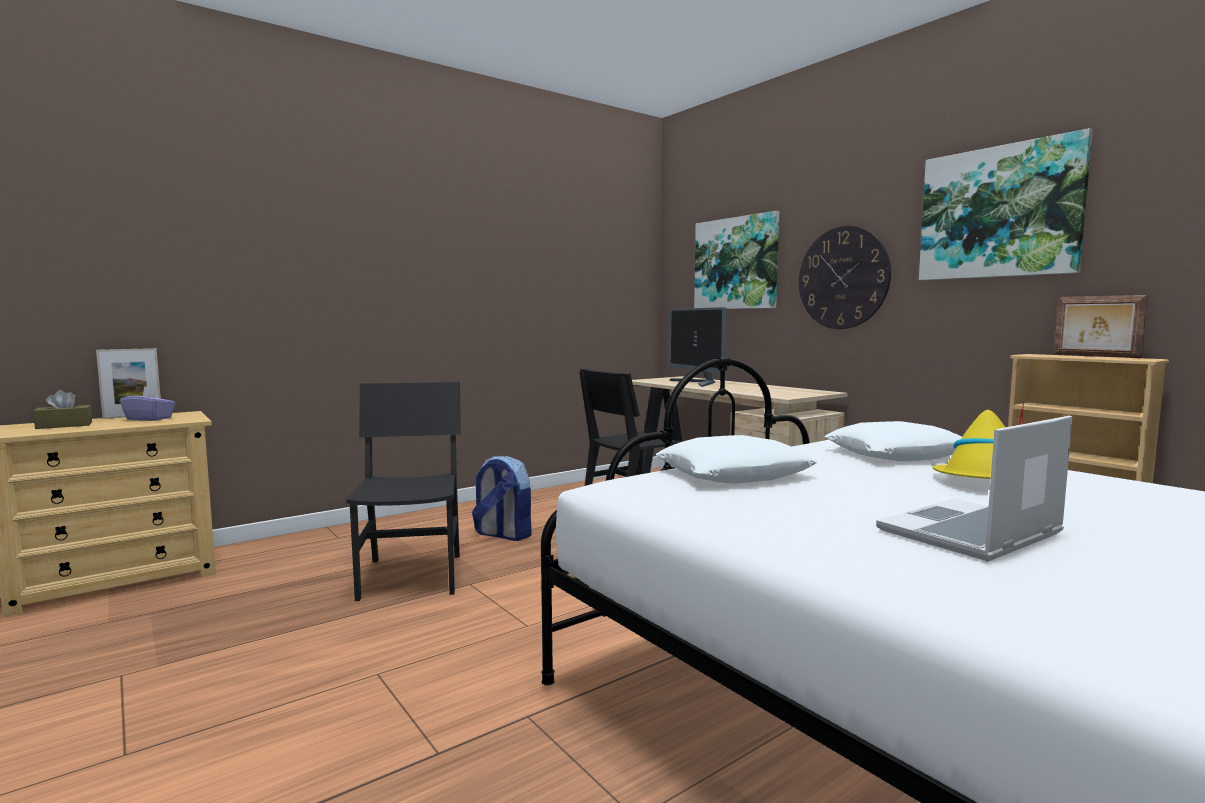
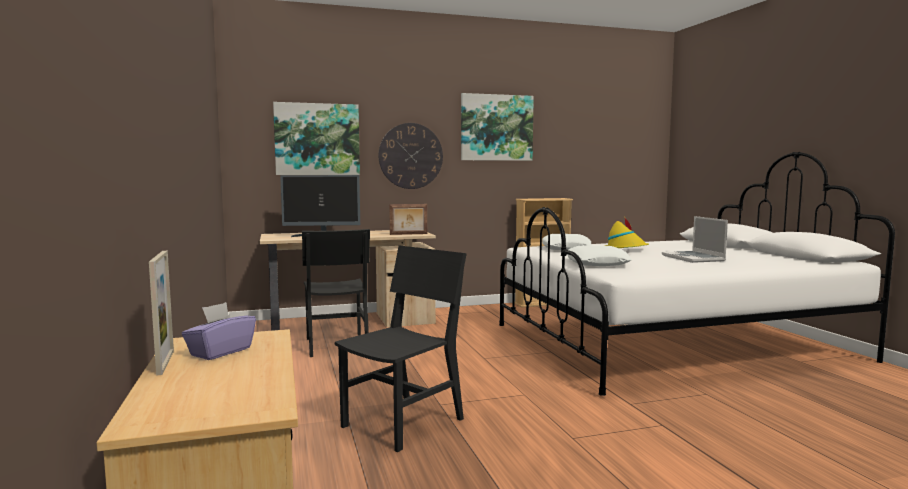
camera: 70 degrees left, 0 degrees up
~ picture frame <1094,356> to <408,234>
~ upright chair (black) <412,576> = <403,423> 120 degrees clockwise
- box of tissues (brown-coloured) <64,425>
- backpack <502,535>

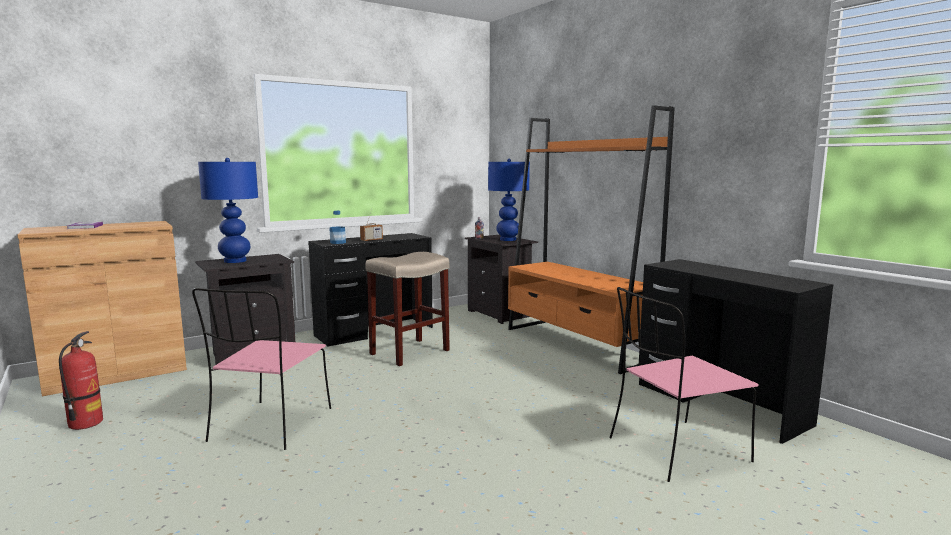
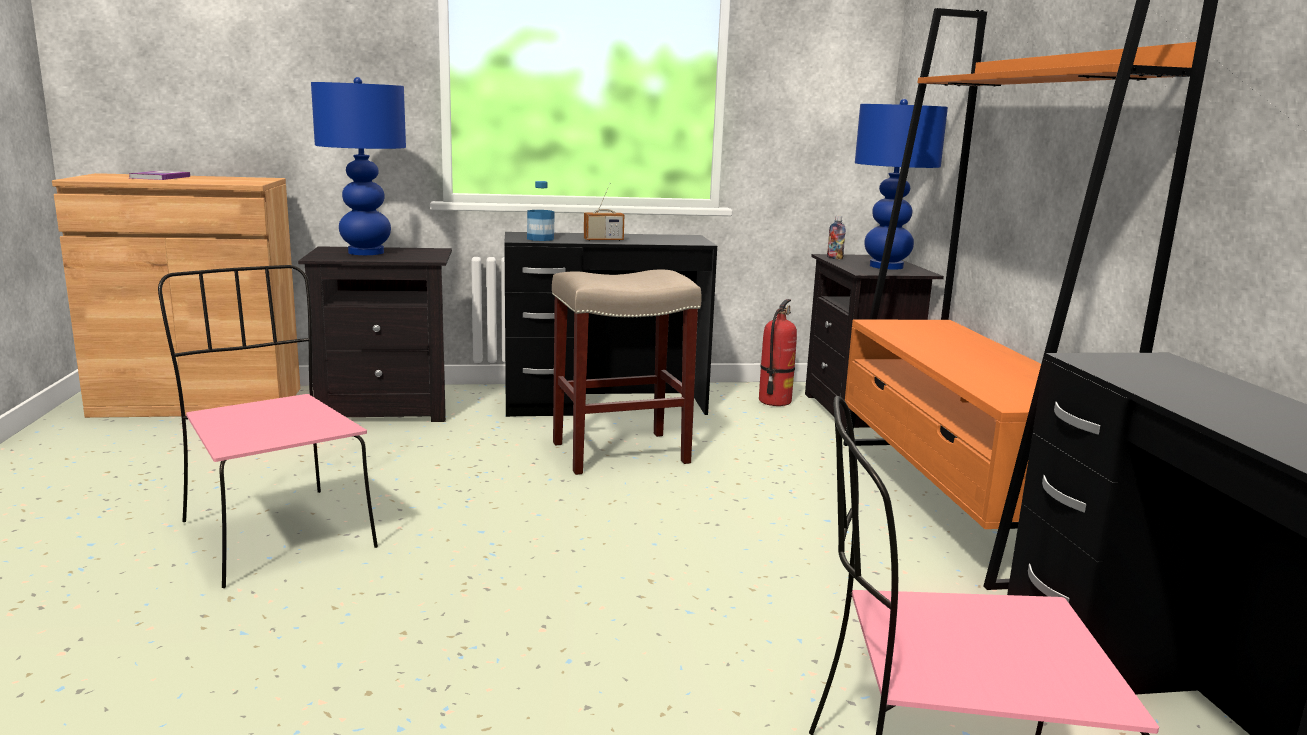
camera: 25 degrees right, 5 degrees up
~ upright chair (pink-coloured) <270,426> = <275,533> 105 degrees clockwise
~ fire-fighting cylinder <85,423> to <774,401>

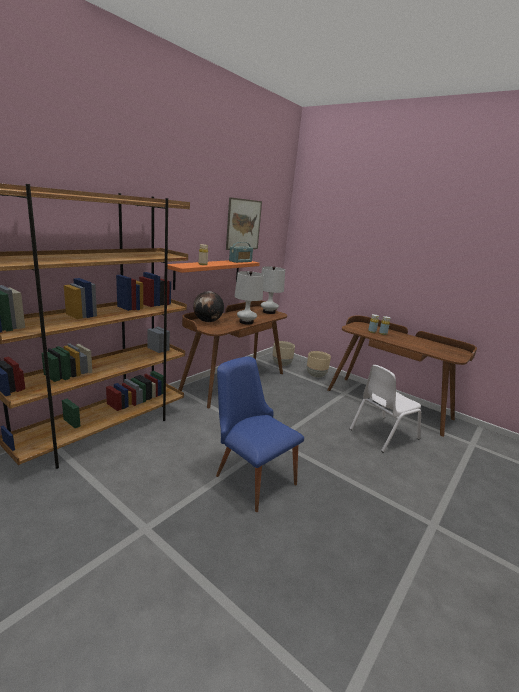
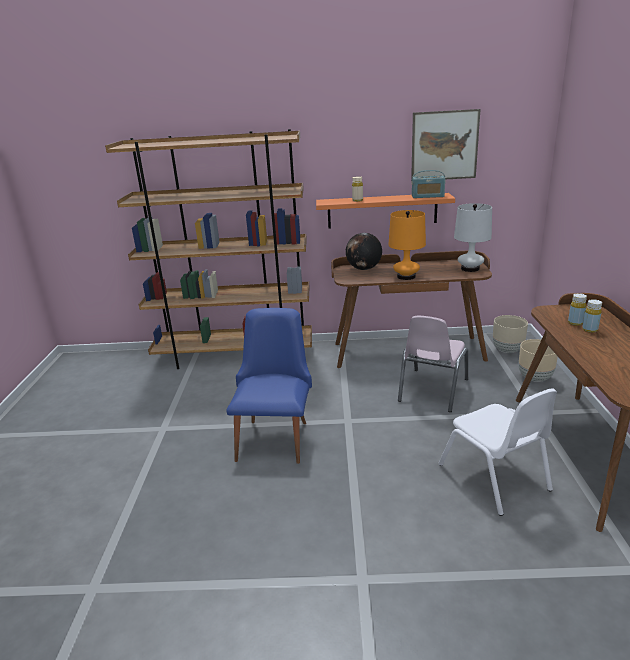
camera: 55 degrees right, 5 degrees up
~ table lamp (white-coloured) <246,322> to table lamp (orange) <406,276>
~ upright chair (white-coloured) <383,434> = <494,477> 135 degrees counterclockwise
+ upright chair (pink-coloured) <432,390>

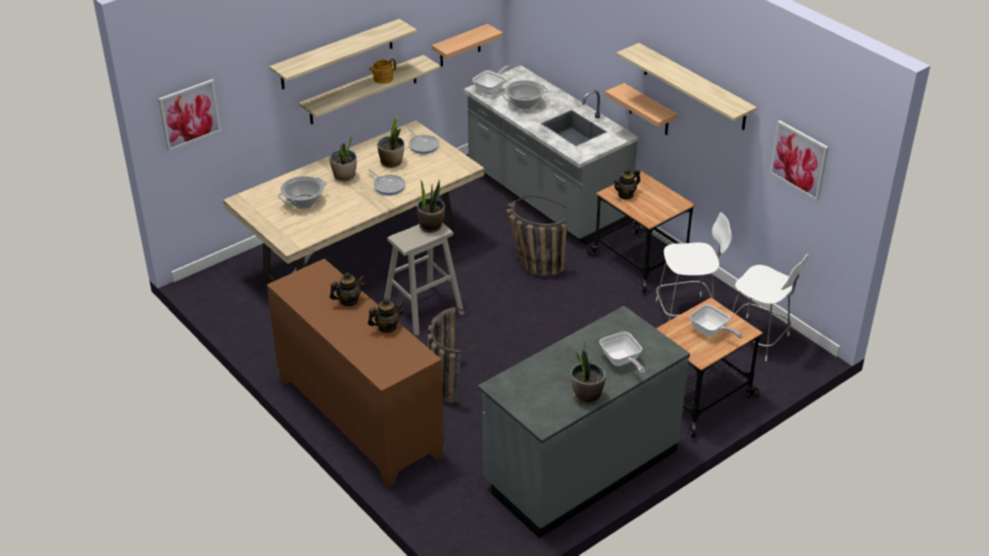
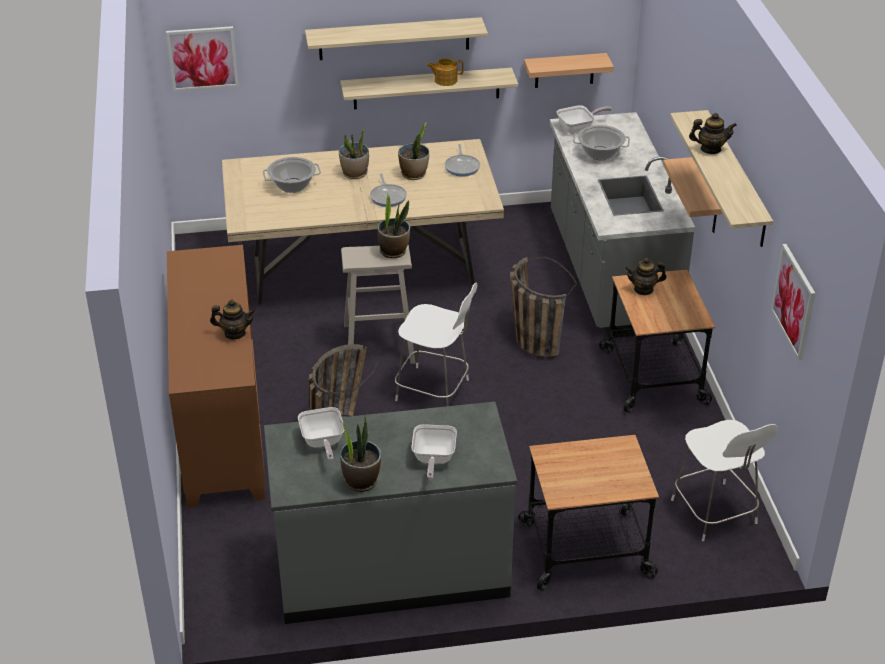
camera: 30 degrees right, 0 degrees up
~ upright chair (white-coloured) <687,312> to <435,391>
~ pot for tea <349,301> to <710,149>
~ frying pan <711,332> to <322,443>

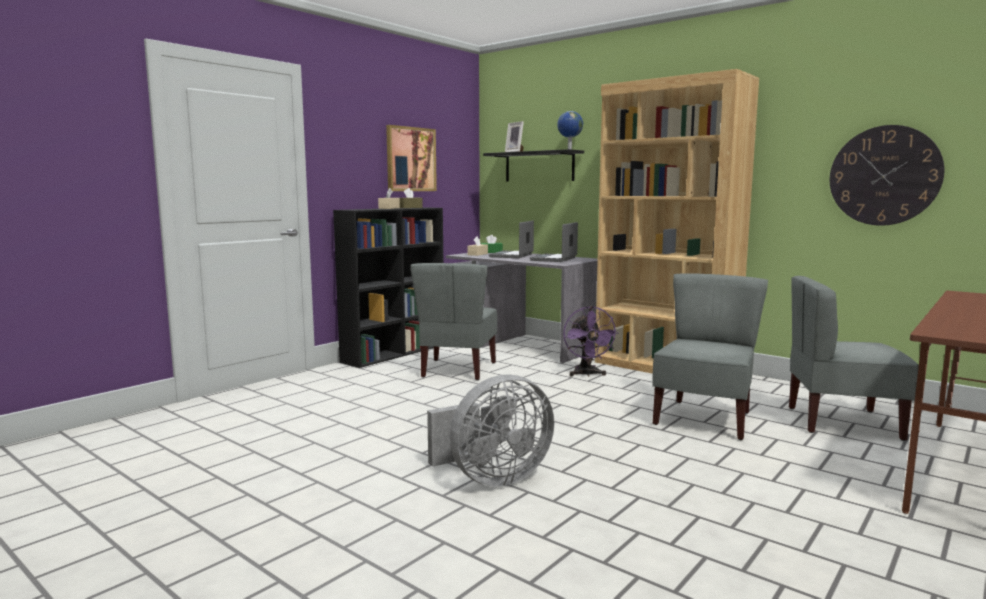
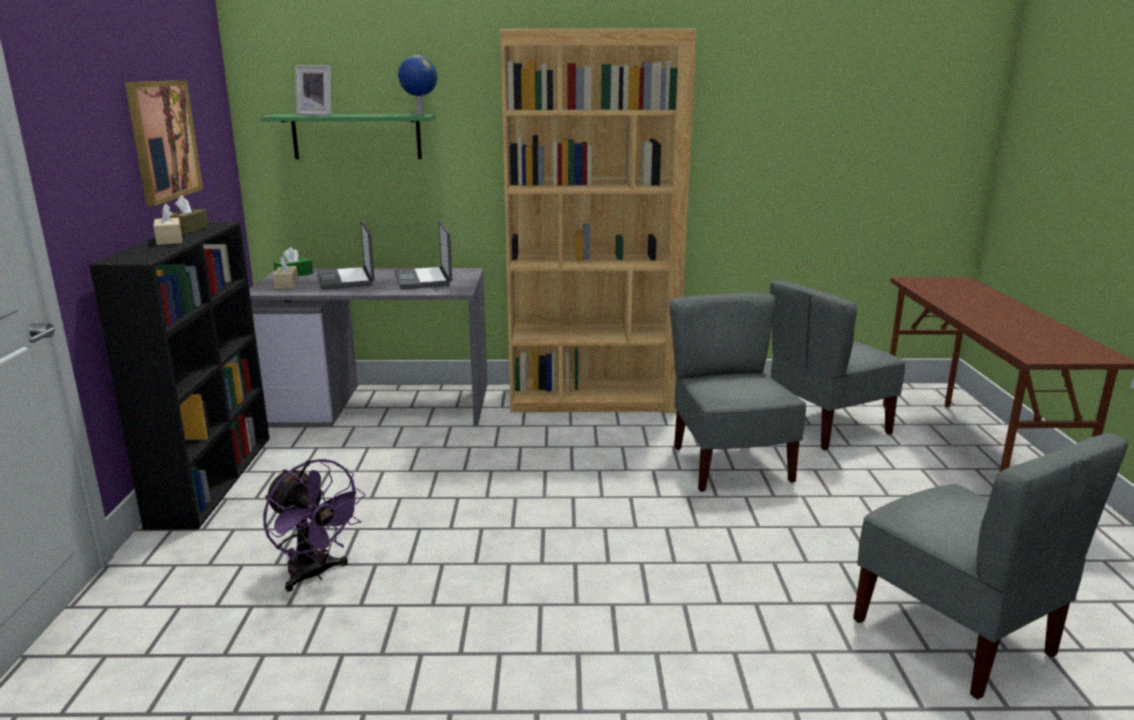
camera: 40 degrees left, 10 degrees up
- clock on the wall <884,175>
~ wall shelf (black) <539,166> to wall shelf (green) <356,136>
~ upright chair (greyish) <457,370> to <955,637>
~ cooling fan (purplish) <587,374> to <315,574>
- cooling fan (greyish) <492,478>

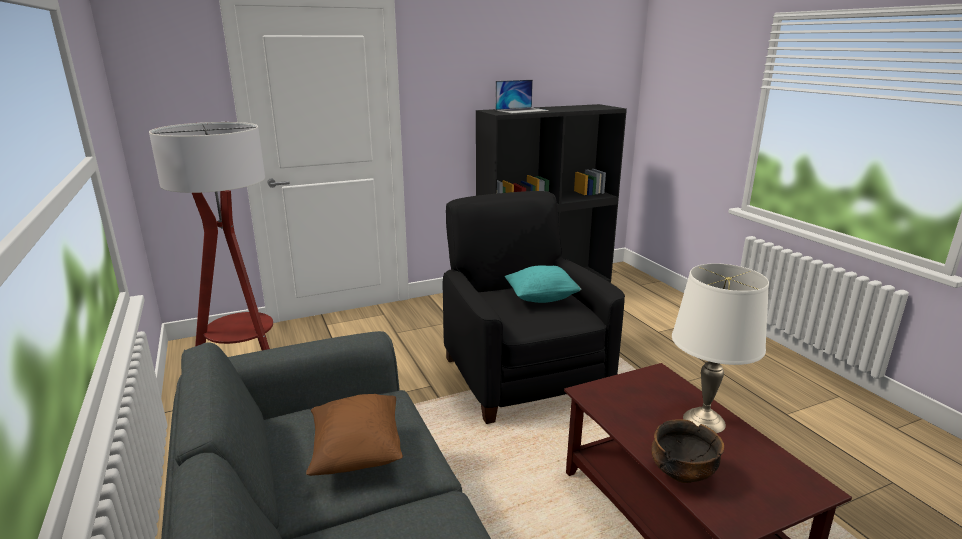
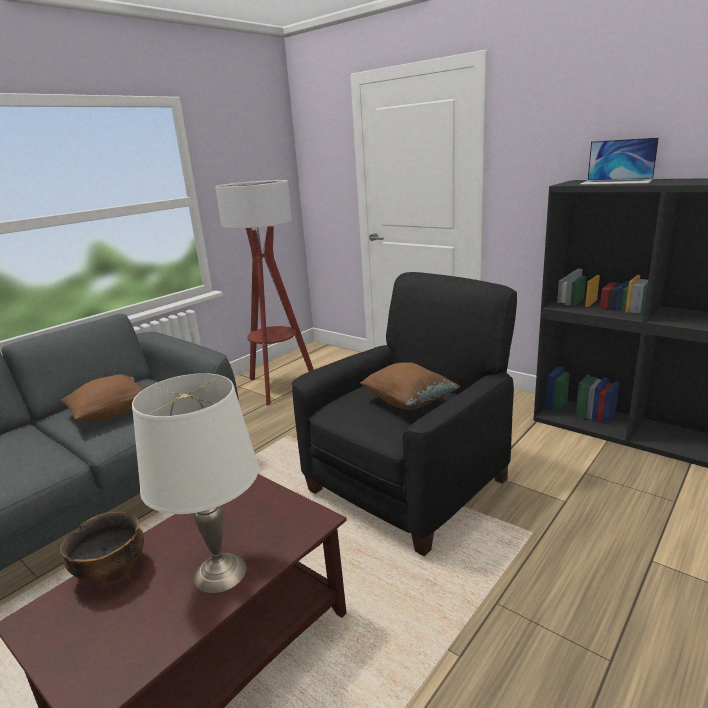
camera: 65 degrees right, 0 degrees up
~ pillow (turquoise) <542,298> to pillow (brown-coloured) <408,402>

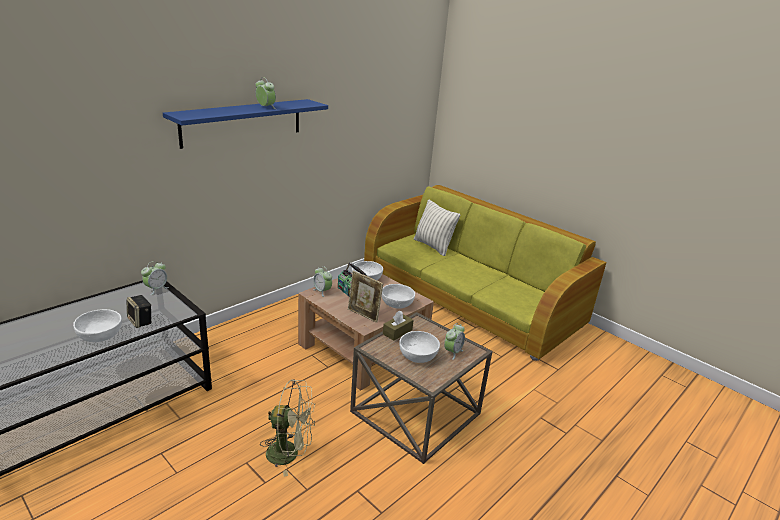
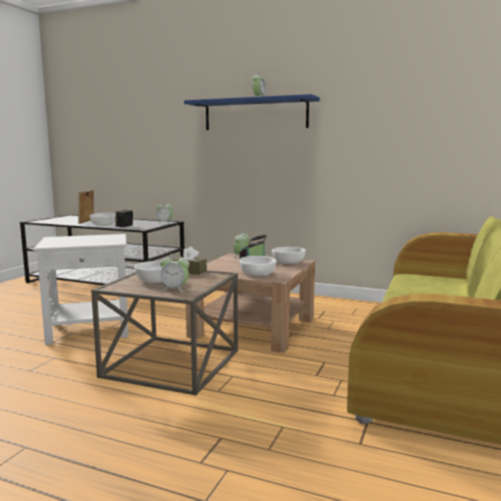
camera: 70 degrees right, 15 degrees down
- pillow <433,246>
~ picture frame <363,315> to <87,222>
~ cooling fan (green) <290,453> to end table (white-coloured) <90,330>

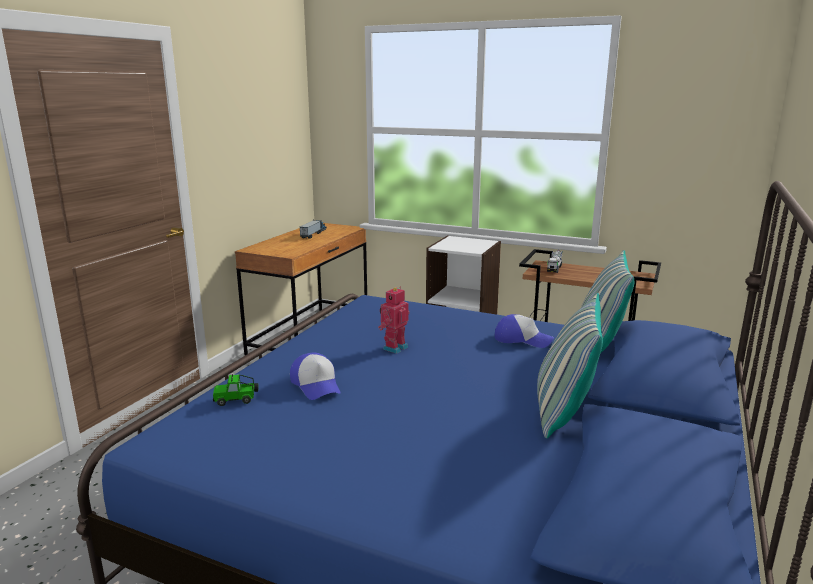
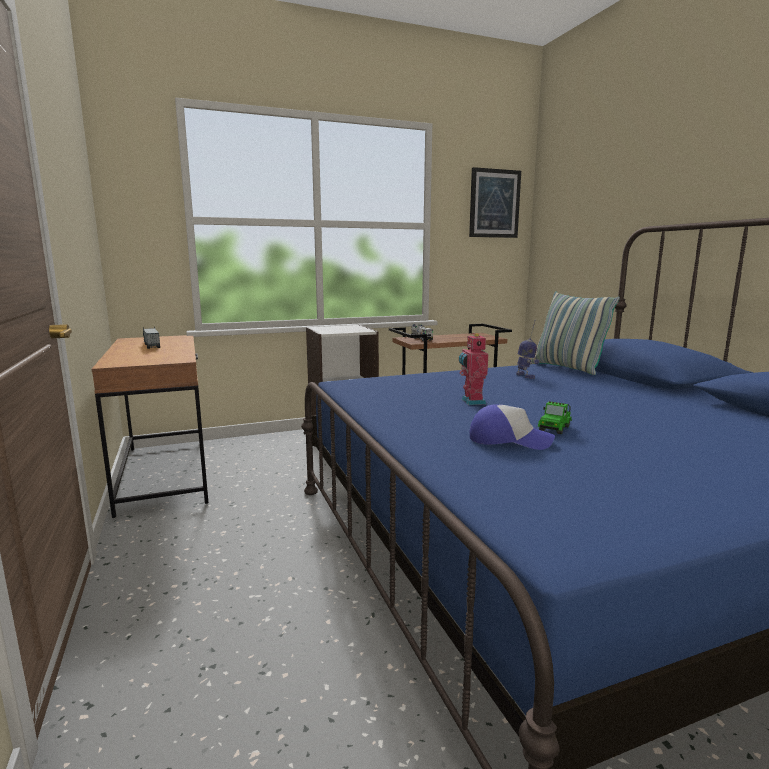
camera: 45 degrees left, 5 degrees down
- pillow <563,412>
~ peaked cap <522,339> to model robot <525,376>
~ toy car <237,400> to <555,428>
+ wall art <494,203>

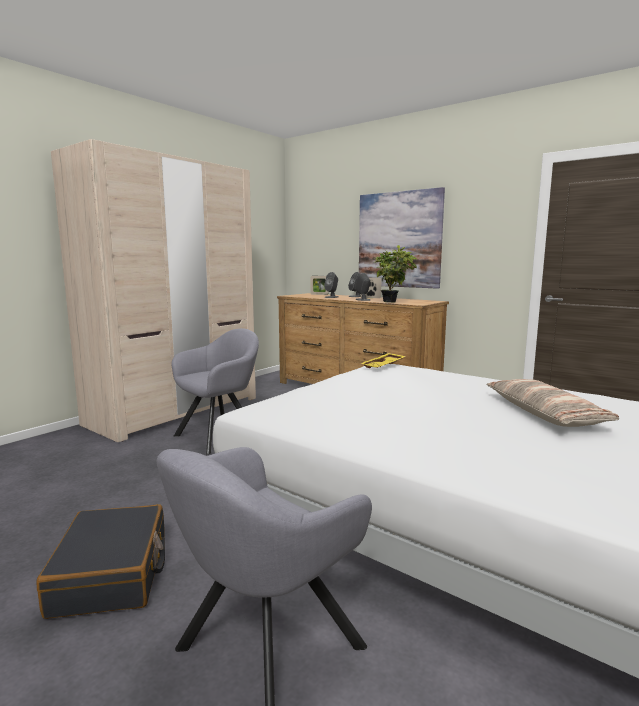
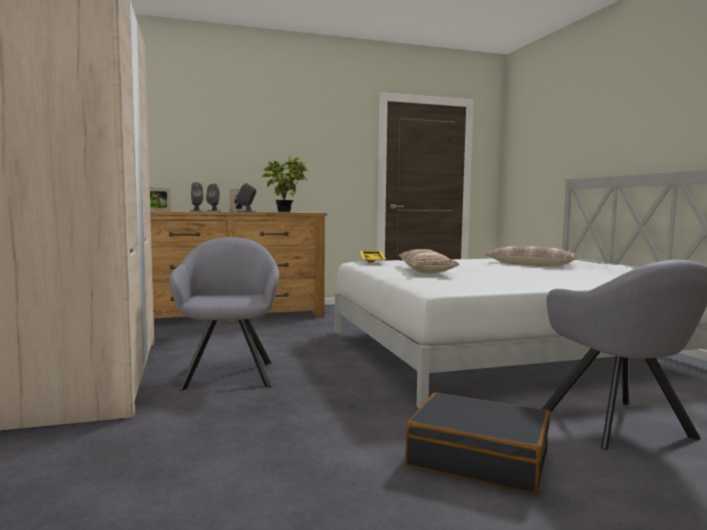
camera: 55 degrees left, 5 degrees down
- wall art <399,240>
+ pillow <426,271>

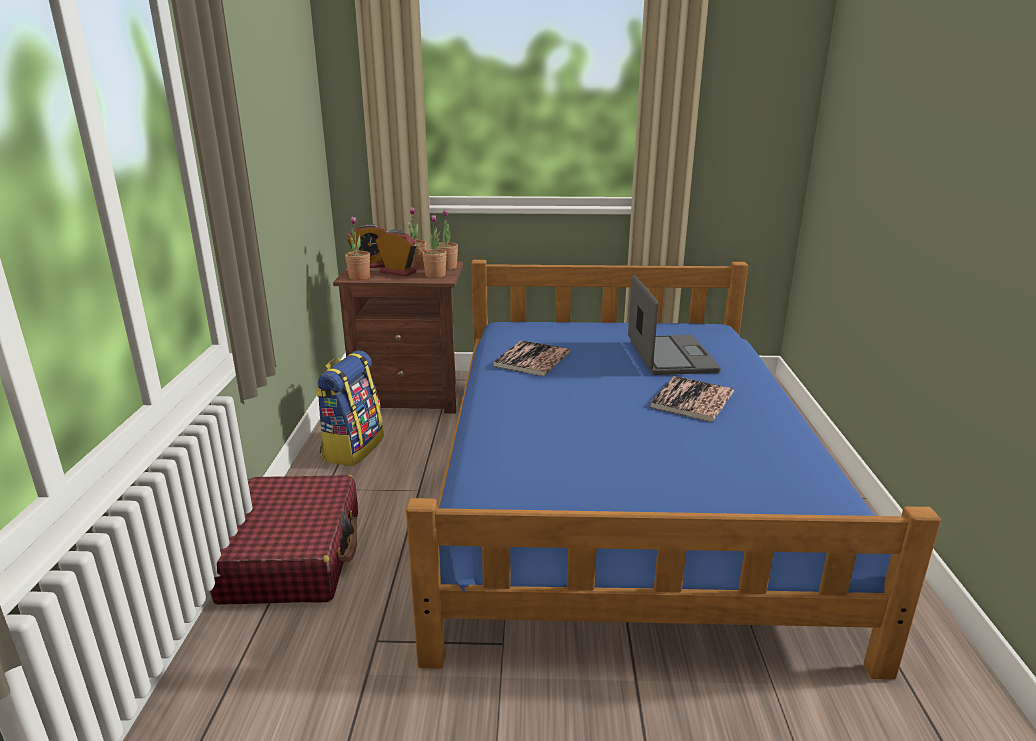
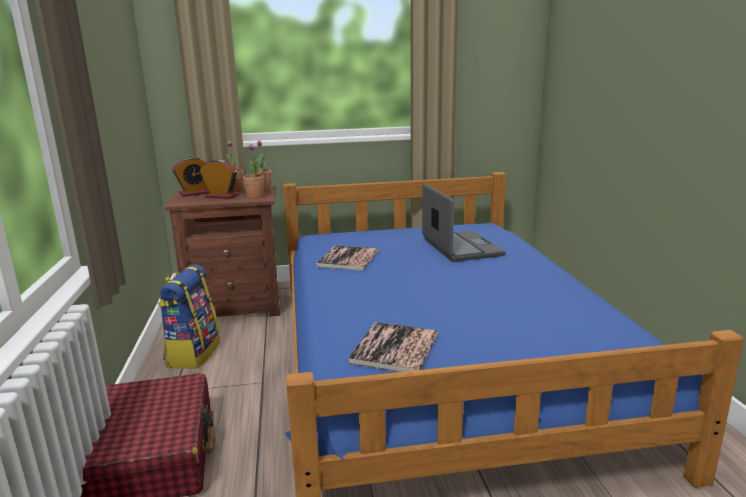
camera: 10 degrees left, 5 degrees down
- plant in a pot <359,277>
~ volume <692,400> to <395,349>

